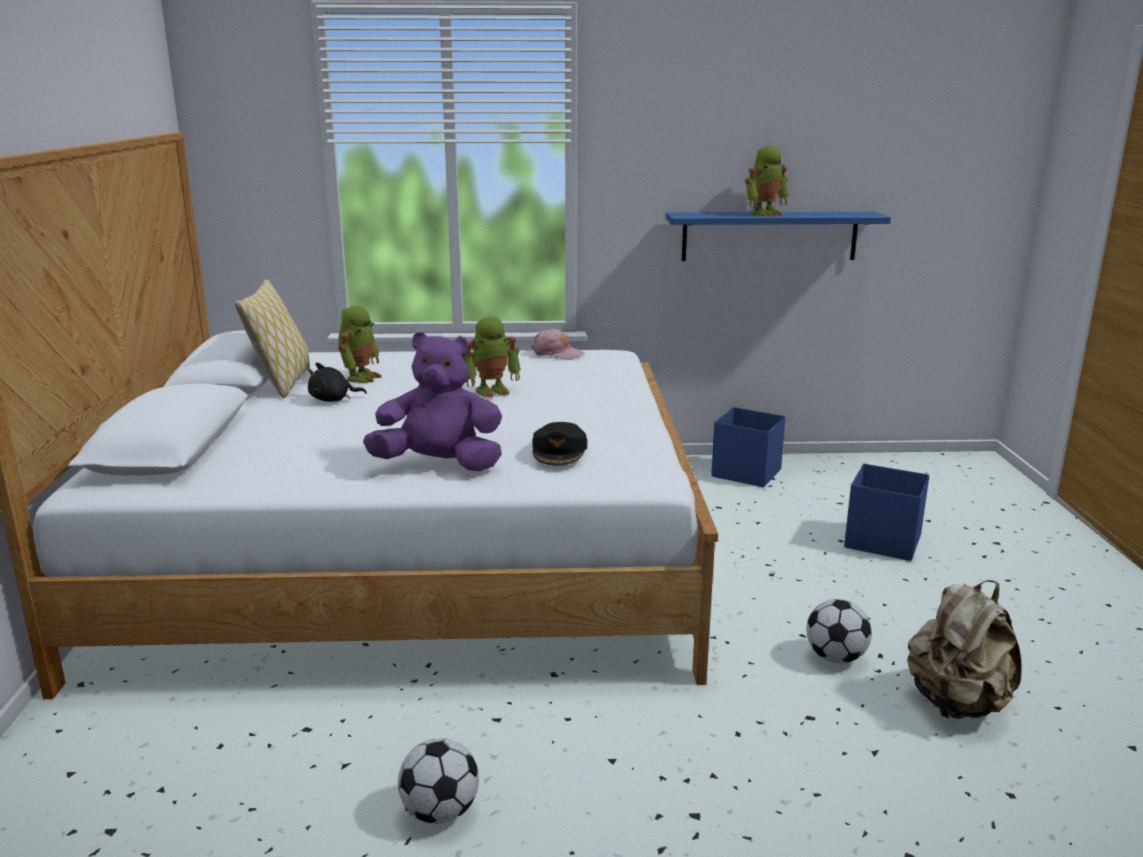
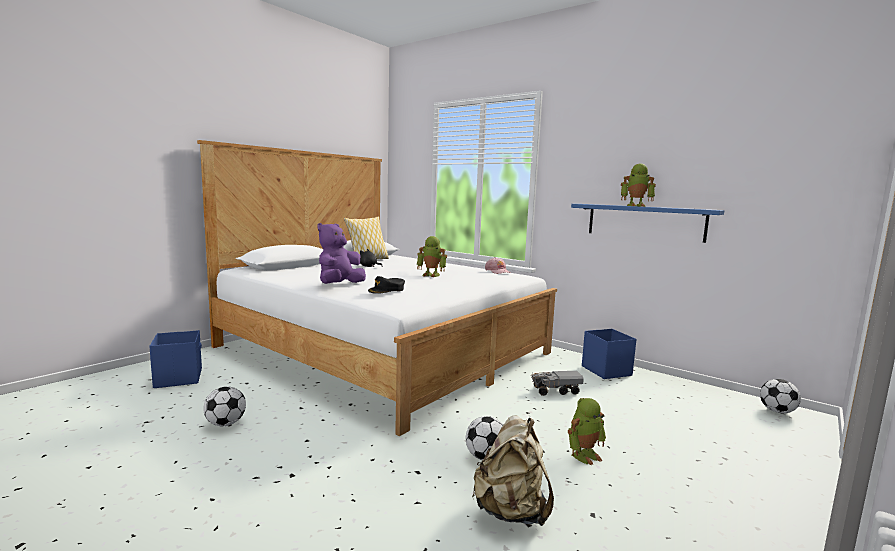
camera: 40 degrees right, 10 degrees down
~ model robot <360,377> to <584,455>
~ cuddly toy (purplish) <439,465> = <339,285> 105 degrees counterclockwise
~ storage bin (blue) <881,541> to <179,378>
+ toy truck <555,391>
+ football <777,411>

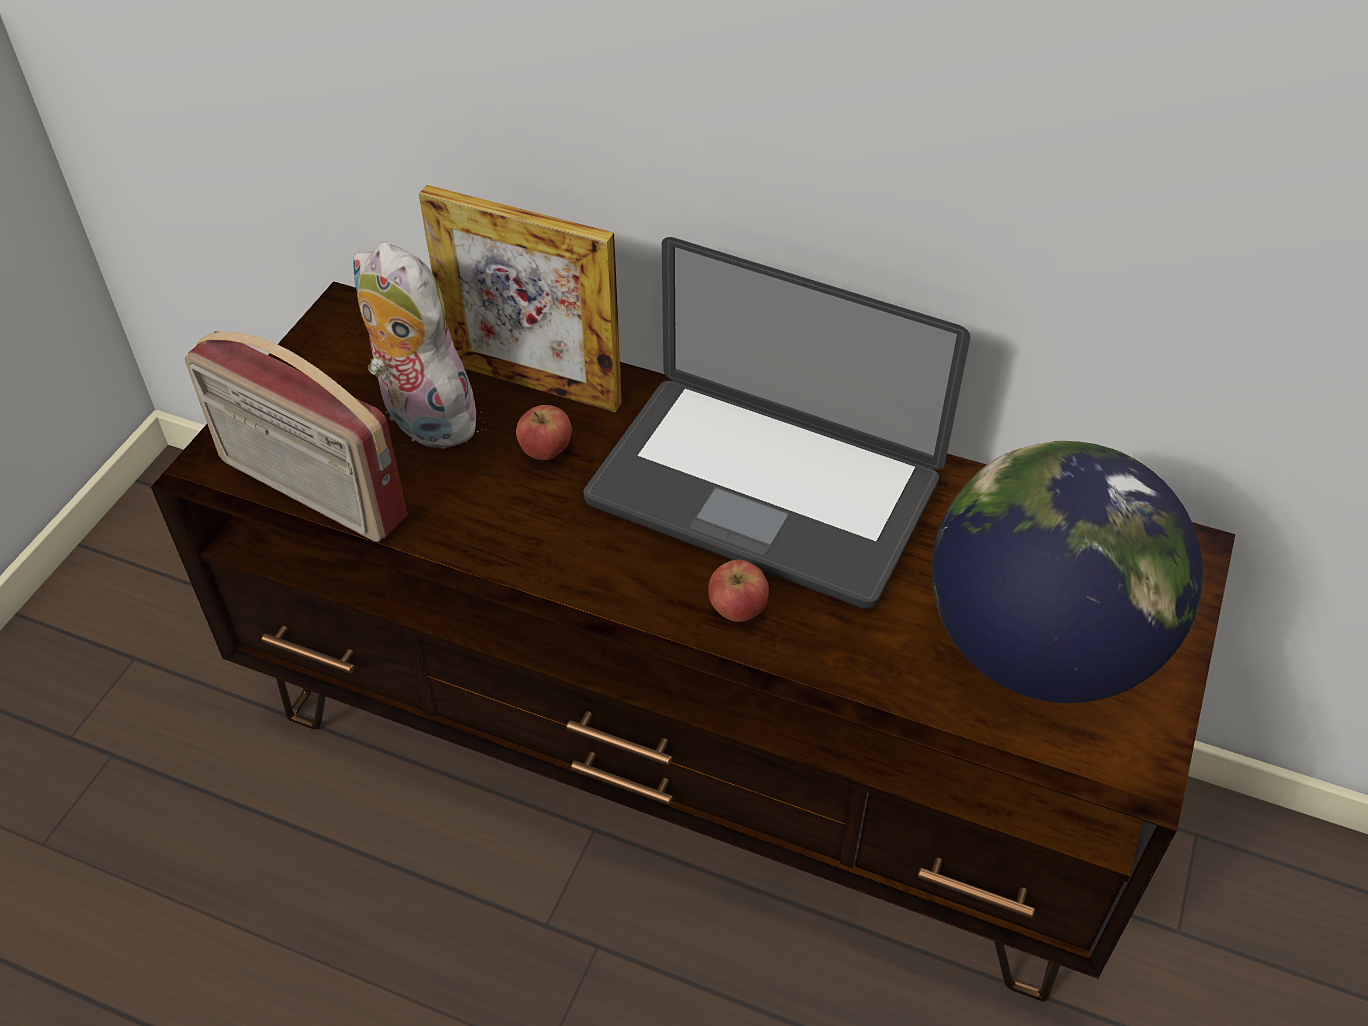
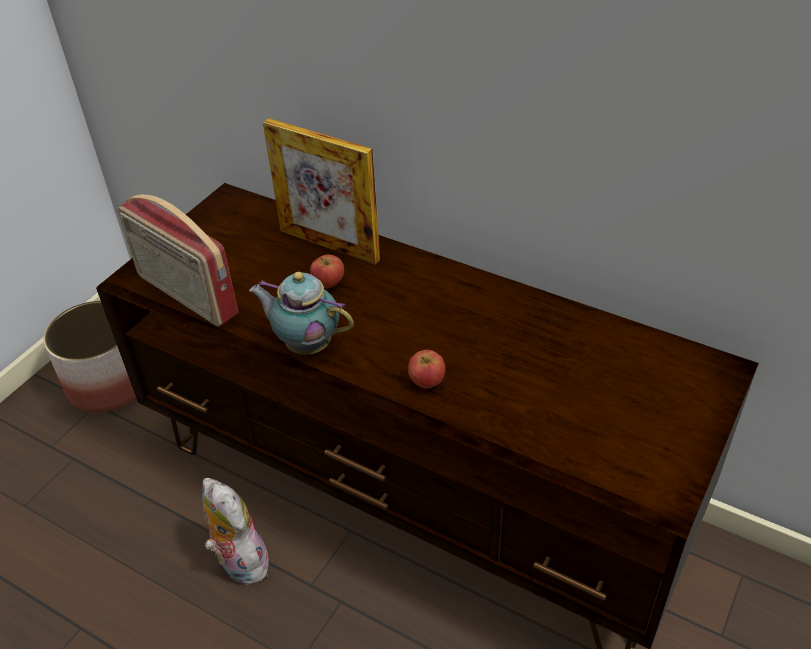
camera: 10 degrees right, 5 degrees down
- laptop <762,493>
~ cuddly toy <421,418> to <239,561>
- globe <1039,649>
+ pot for tea <306,344>
+ plant pot <108,384>

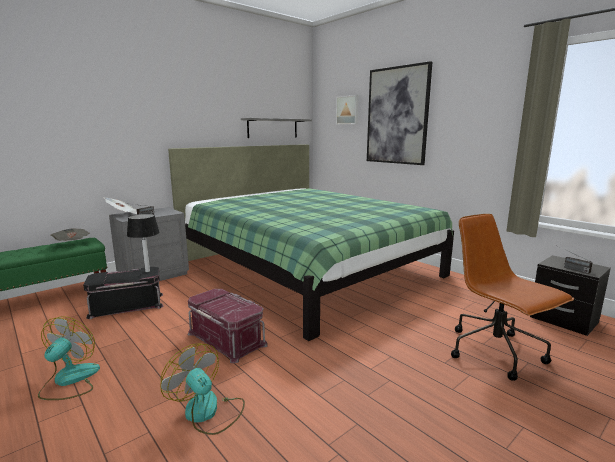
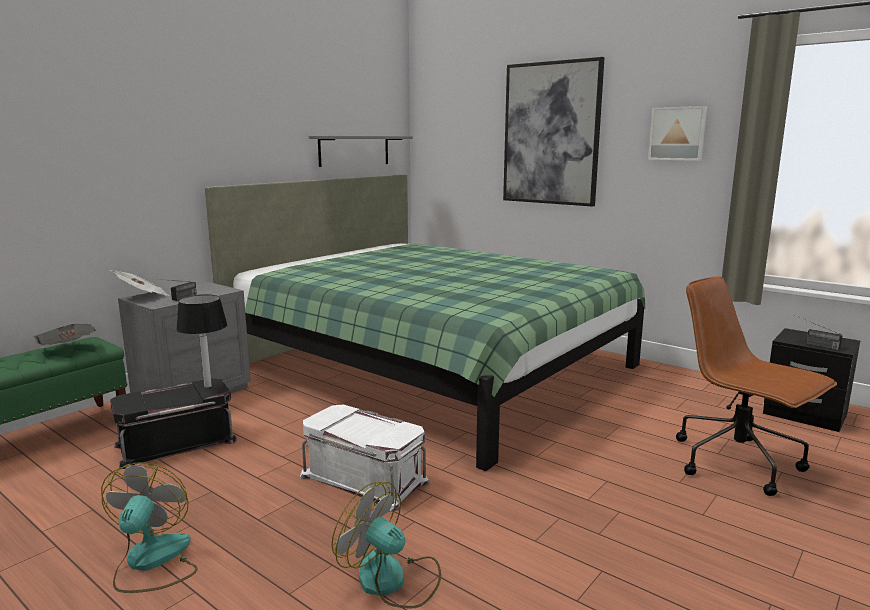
camera: 10 degrees left, 0 degrees up
~ wall art <348,110> to <677,133>
~ storage bin (red) <227,338> to storage bin (white-coloured) <365,478>

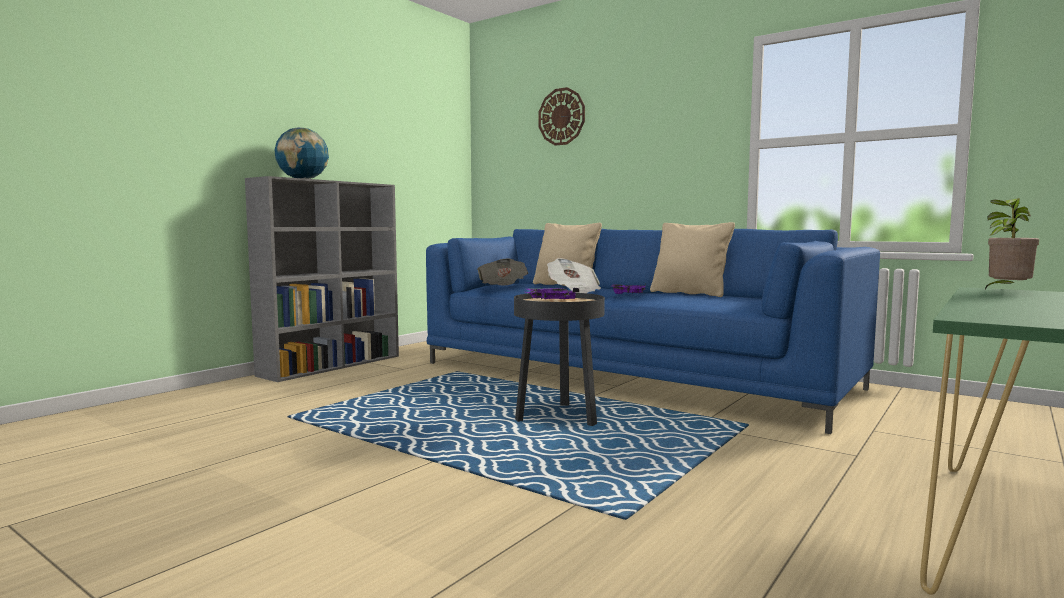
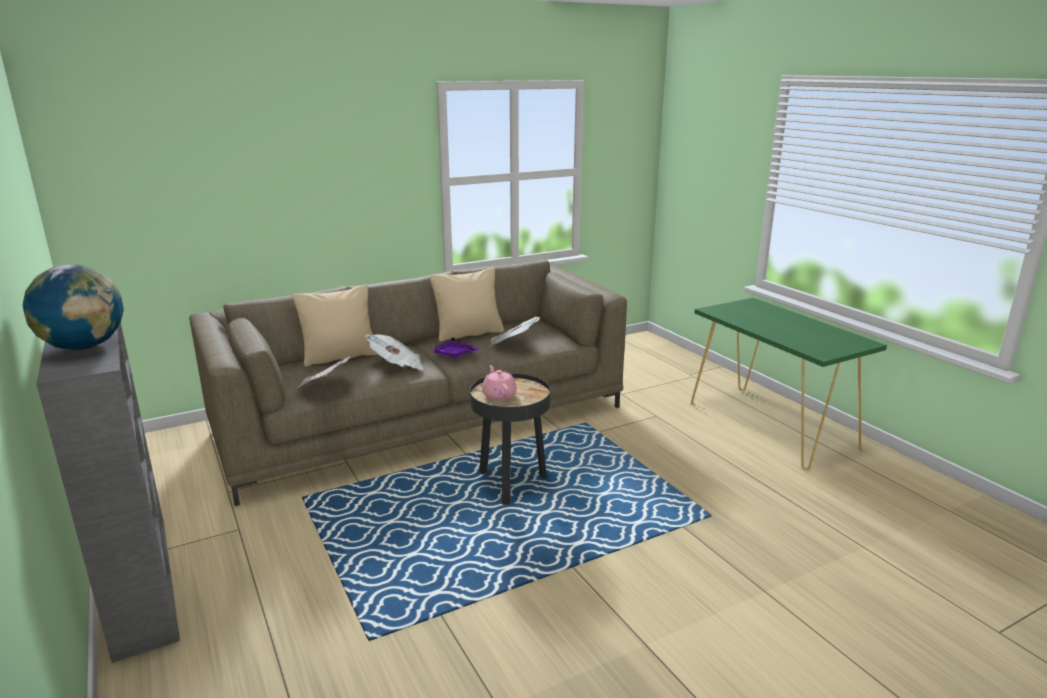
camera: 65 degrees left, 15 degrees up
- clock on the wall <561,116>
- plant in a pot <1006,292>
~ couch (blue) <629,375> to couch (sand-coloured) <423,419>
~ carrying tray (purplish) <549,300> to pot for tea (pink-coloured) <499,395>
+ printed paper <513,344>

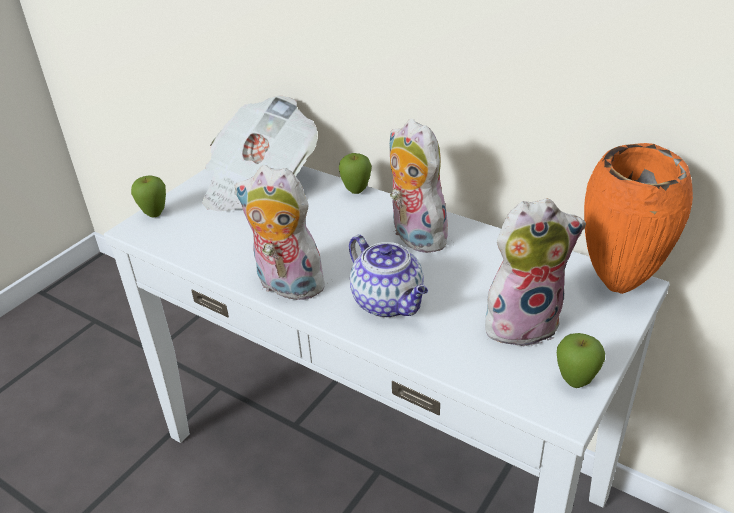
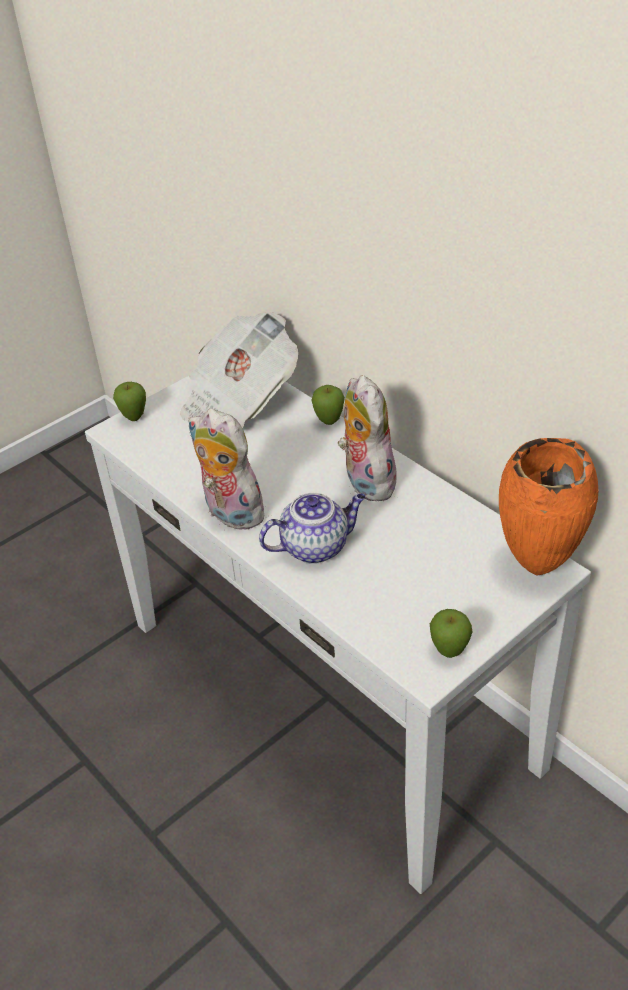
camera: 15 degrees right, 5 degrees up
- cuddly toy <522,322>
~ pot for tea <389,303> = <316,546> 90 degrees counterclockwise

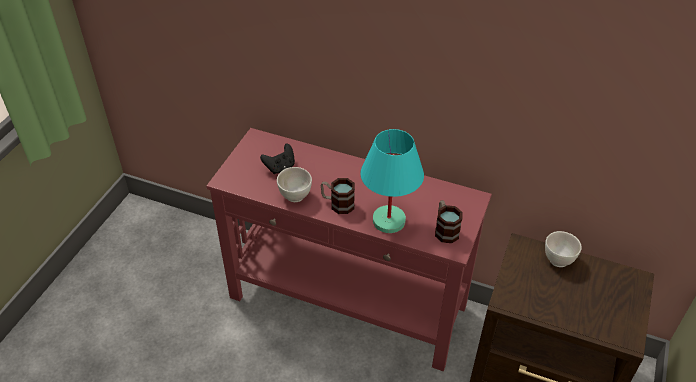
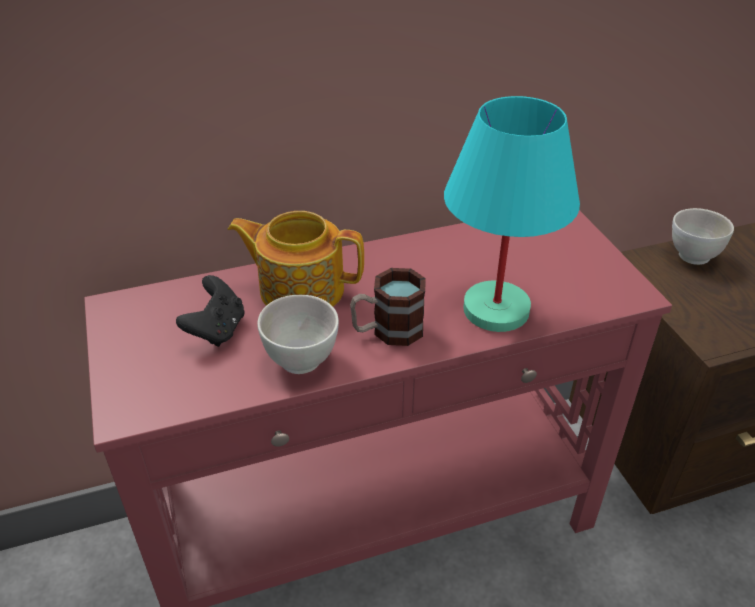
camera: 40 degrees left, 5 degrees down
- coffee mug <445,229>
+ pot for tea <300,289>

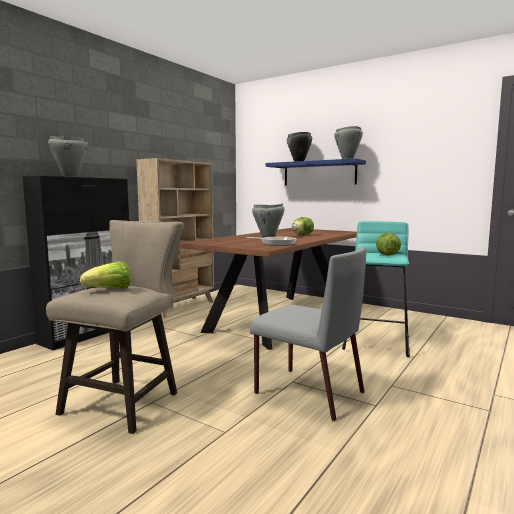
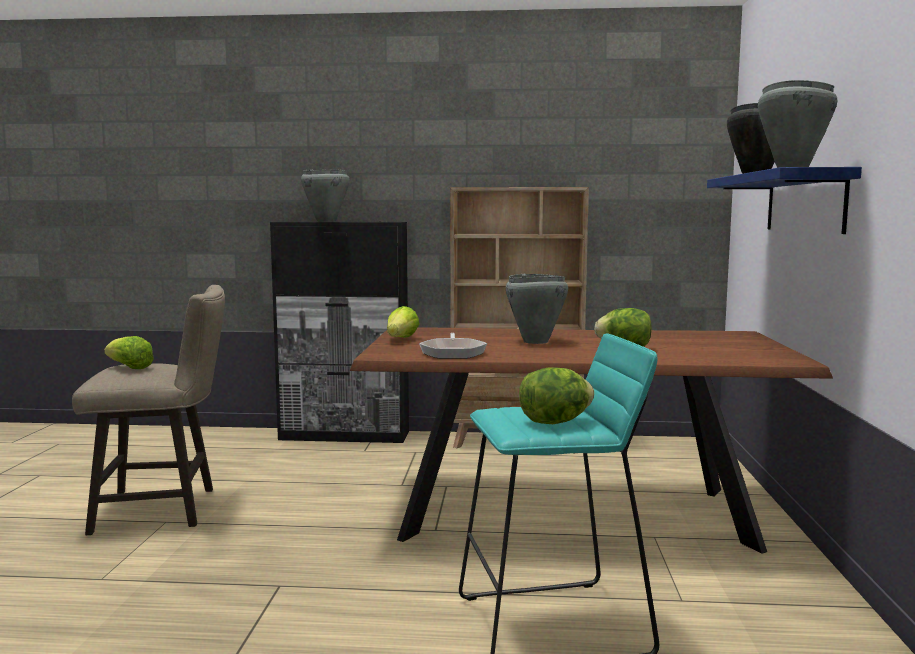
camera: 60 degrees right, 0 degrees up
- upright chair (greyish) <307,392>
+ lettuce head <401,339>

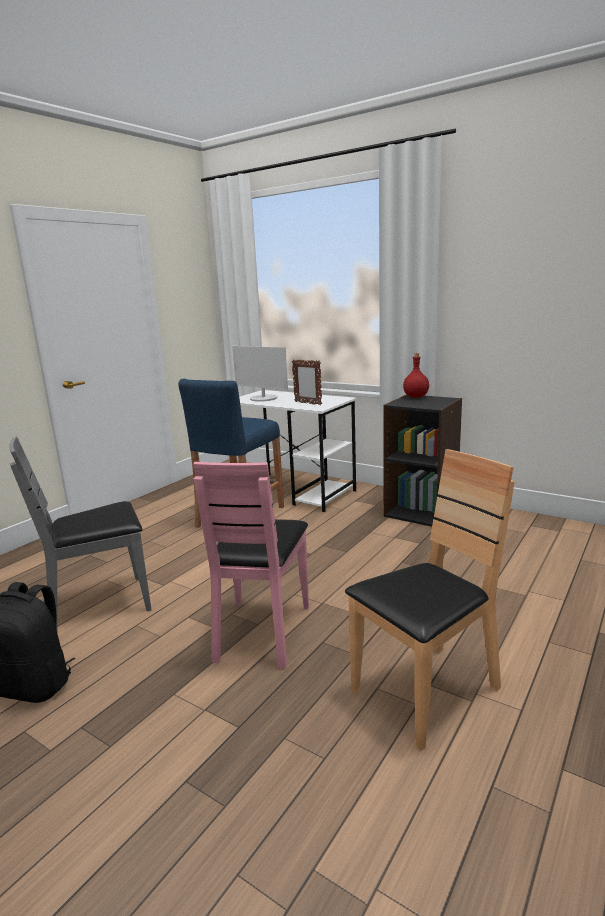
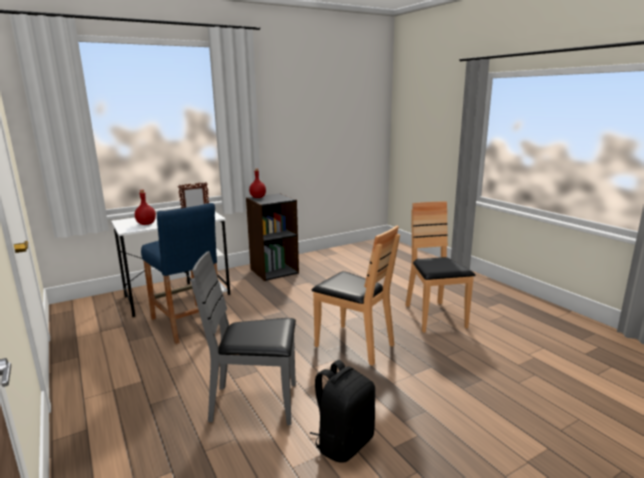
camera: 65 degrees left, 0 degrees up
~ computer screen <263,398> to bottle (red) <146,224>
~ upright chair (greyish) <101,604> = <255,403> 90 degrees clockwise
~ upright chair (pink-coloured) <262,631> to upright chair (brown-coloured) <354,344>

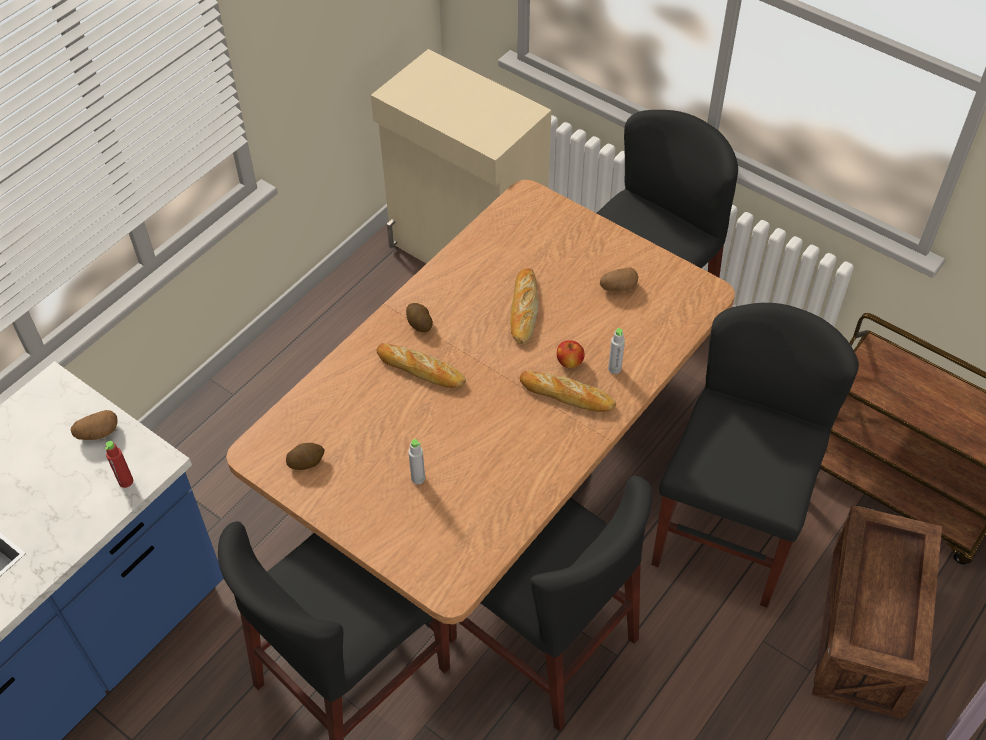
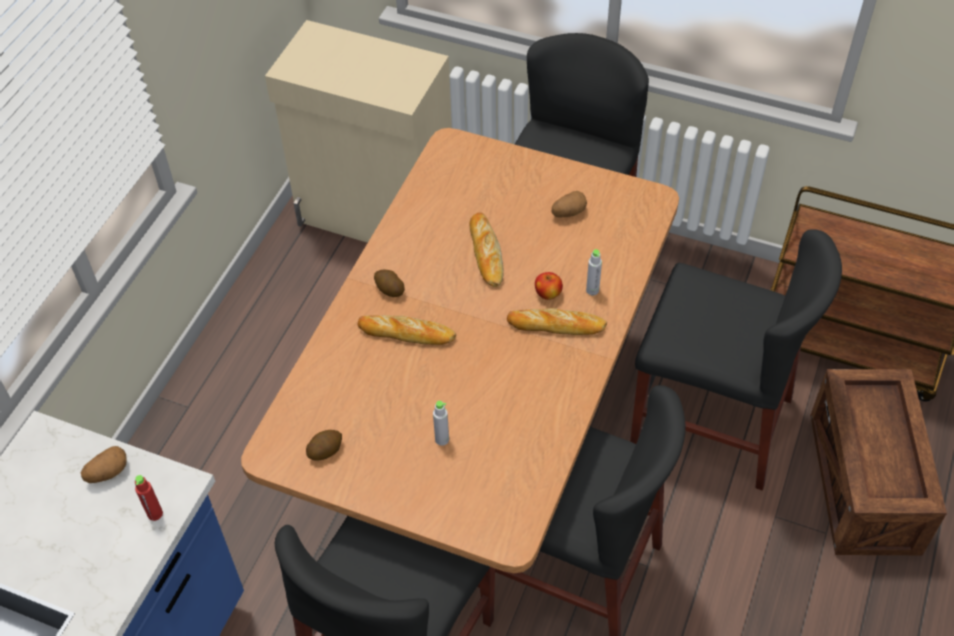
camera: 15 degrees left, 0 degrees up
~ upright chair (black) <729,530> = <711,421> 105 degrees clockwise

